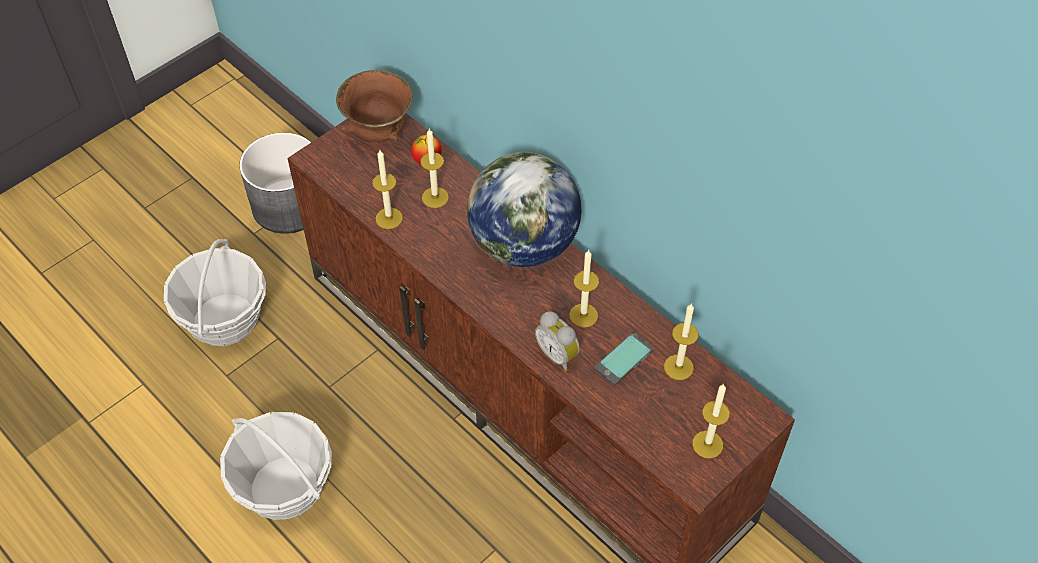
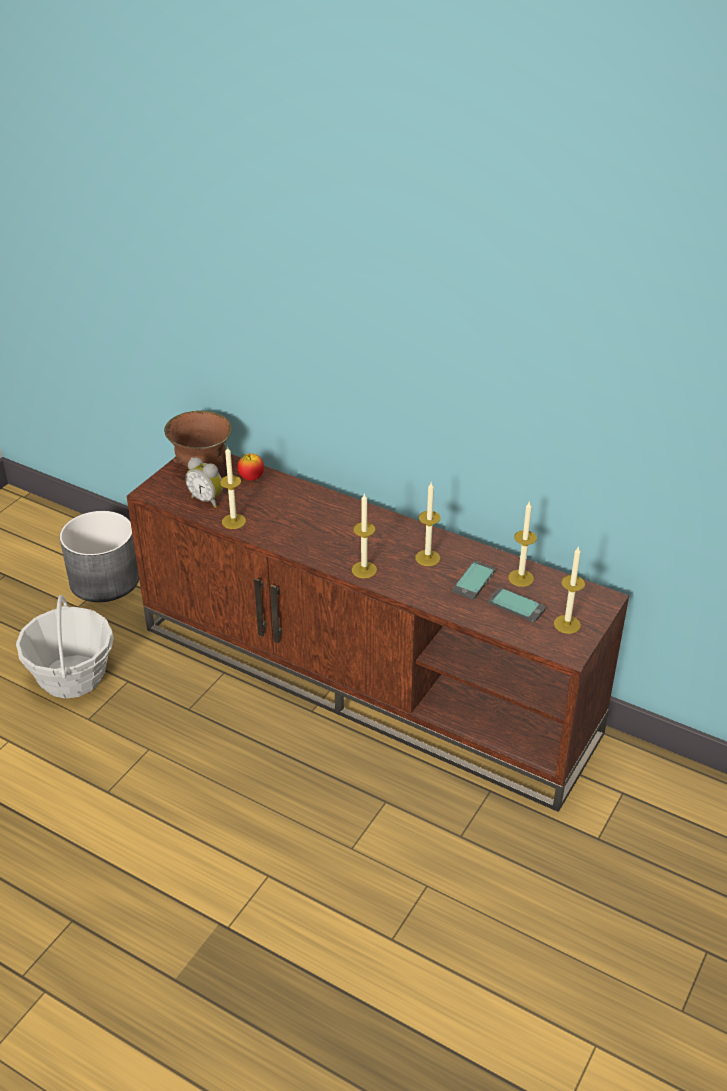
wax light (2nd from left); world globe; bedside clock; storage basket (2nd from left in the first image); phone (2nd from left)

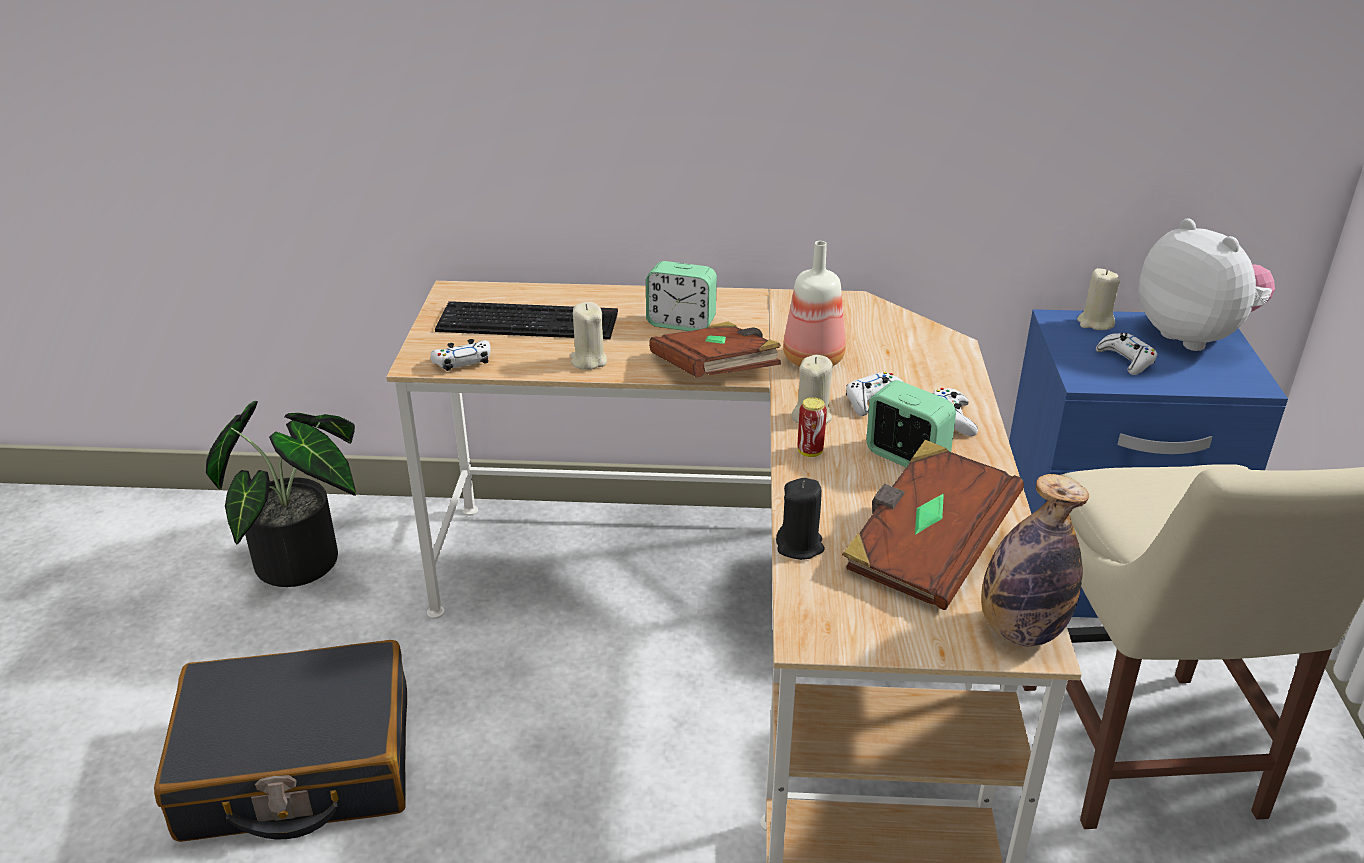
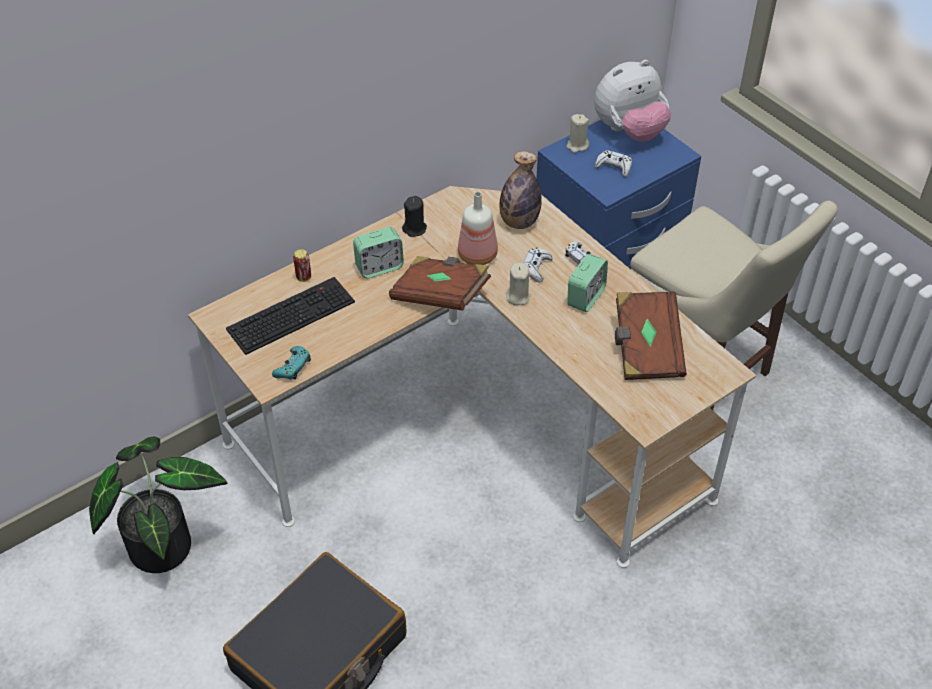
plush toy; wax light (beige) (1st from left in the first image); joypad (blue-green); bedside clock (2nd from left); metal can; bottle (2nd from left); wax light (black-coloured)

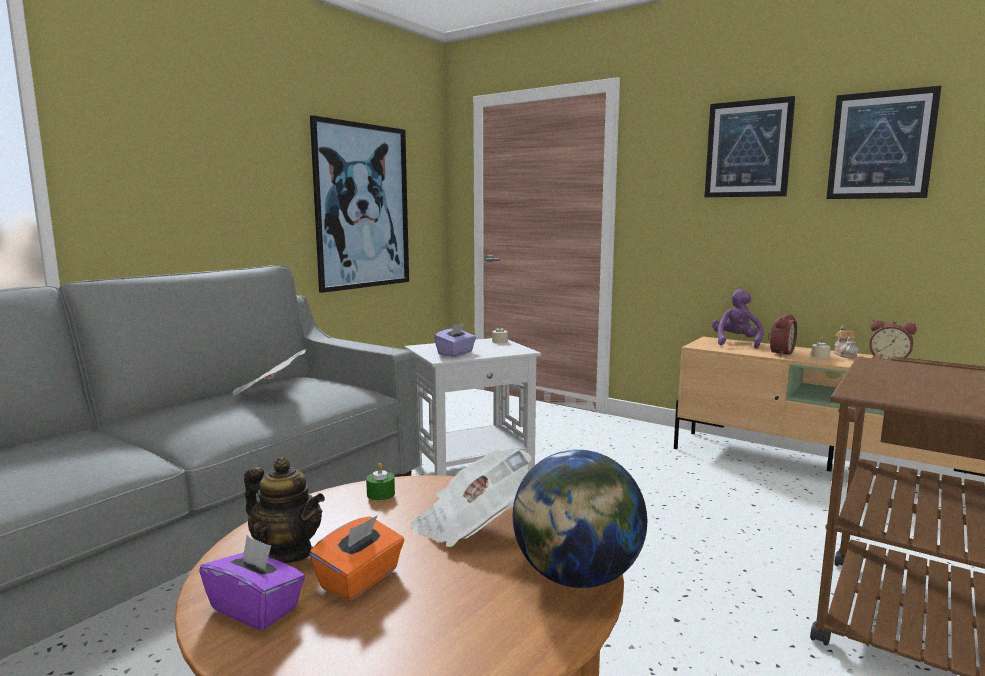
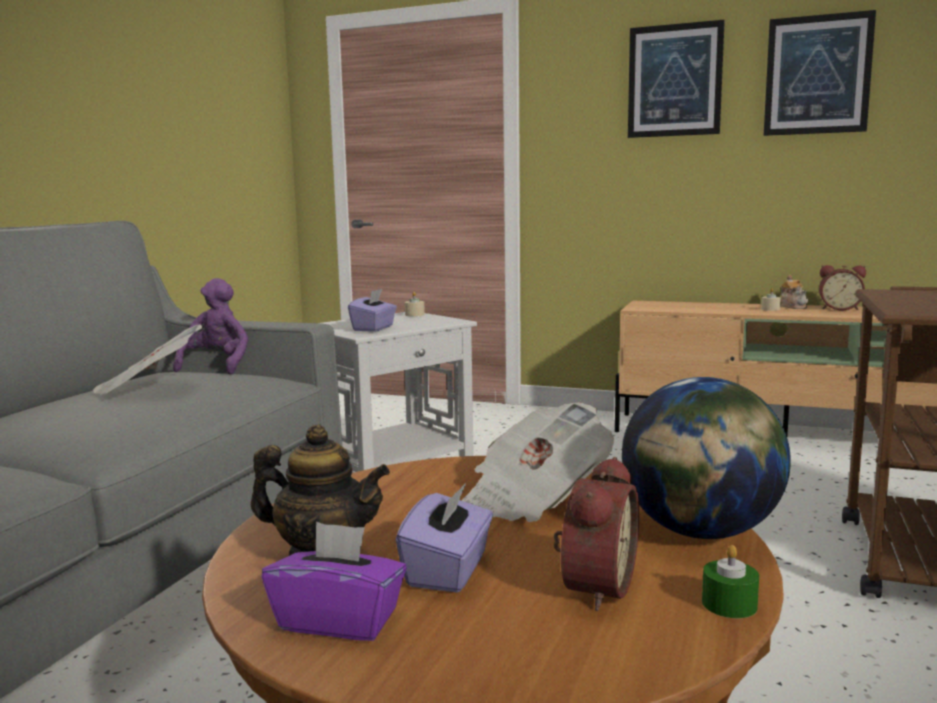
picture (1st from left in the first image); plush toy (purple-coloured); bedside clock (1st from left); wax light (green); box of tissues (purple-coloured) (3rd from left)

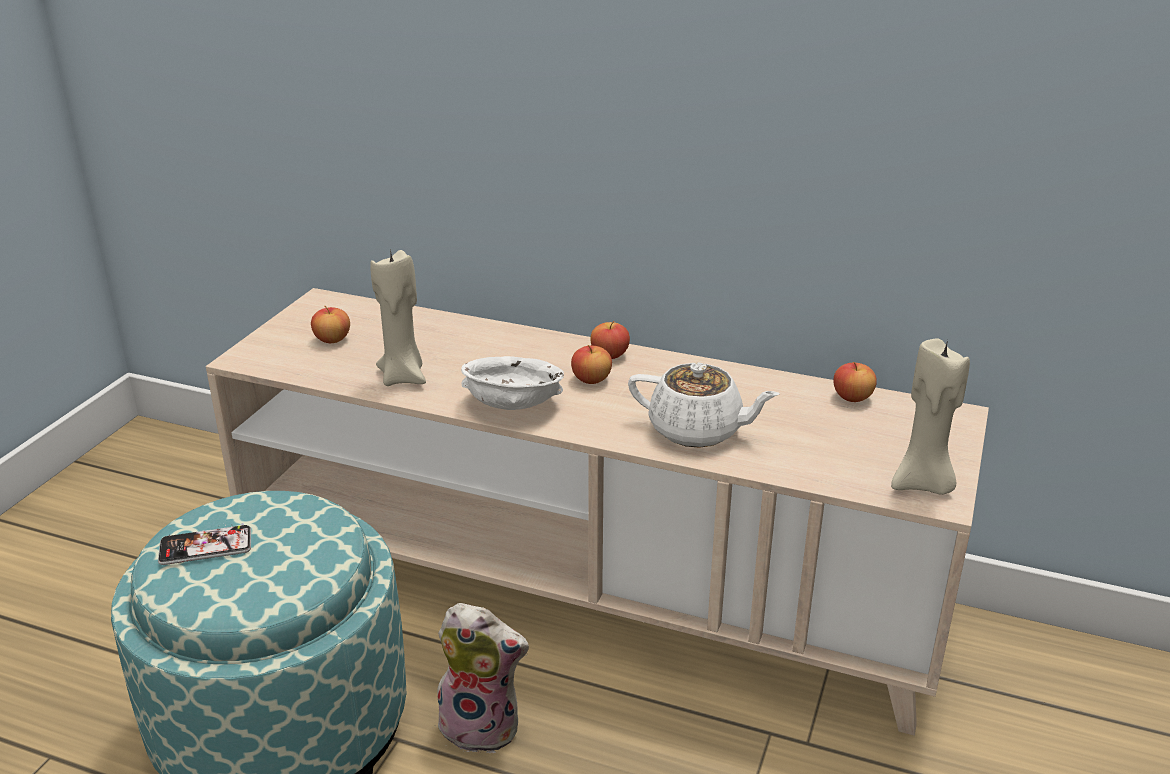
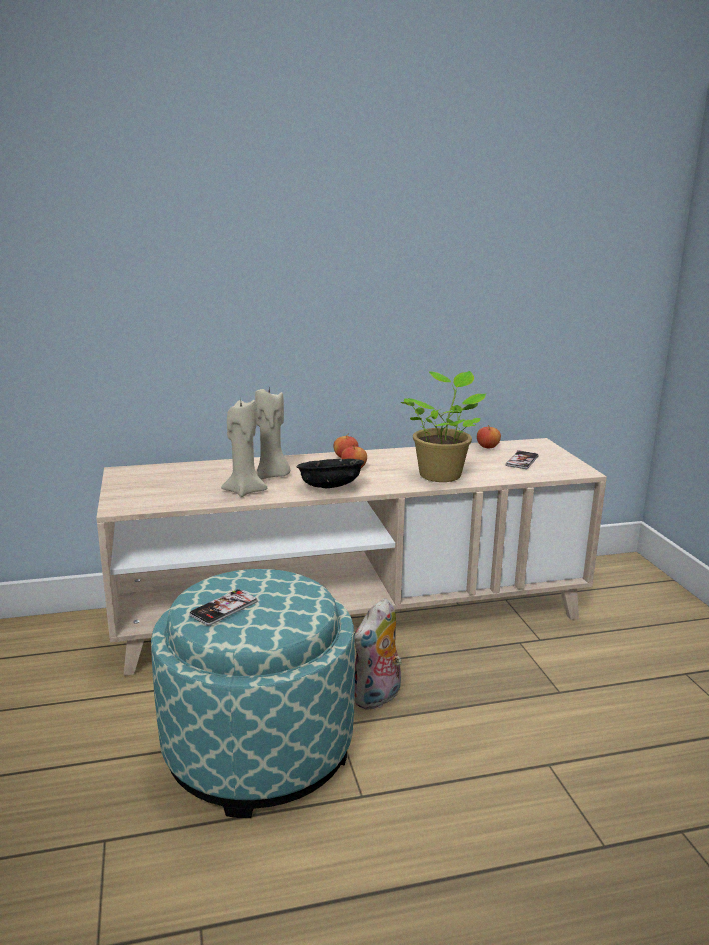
whole apple (1st from left in the first image); wax light (beige) (2nd from left); deep dish (black-coloured); plant in a pot; plush toy; phone (2nd from left)

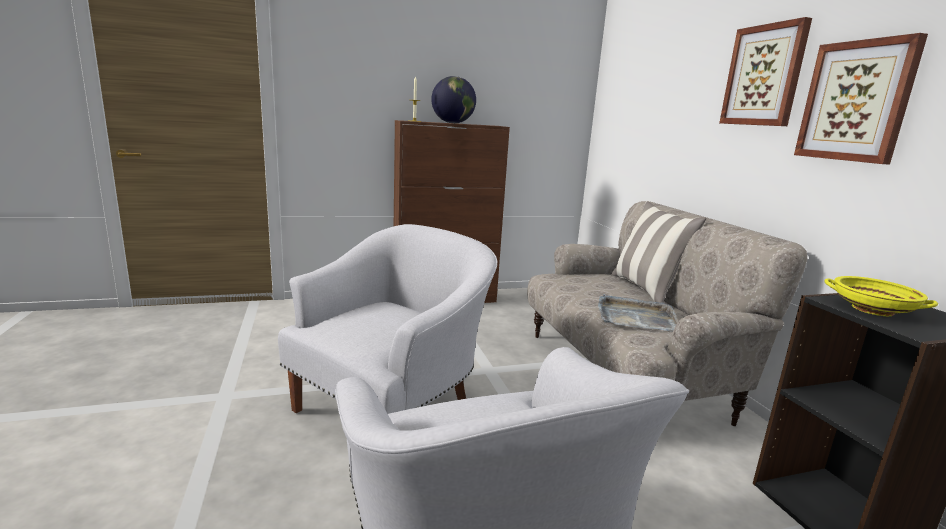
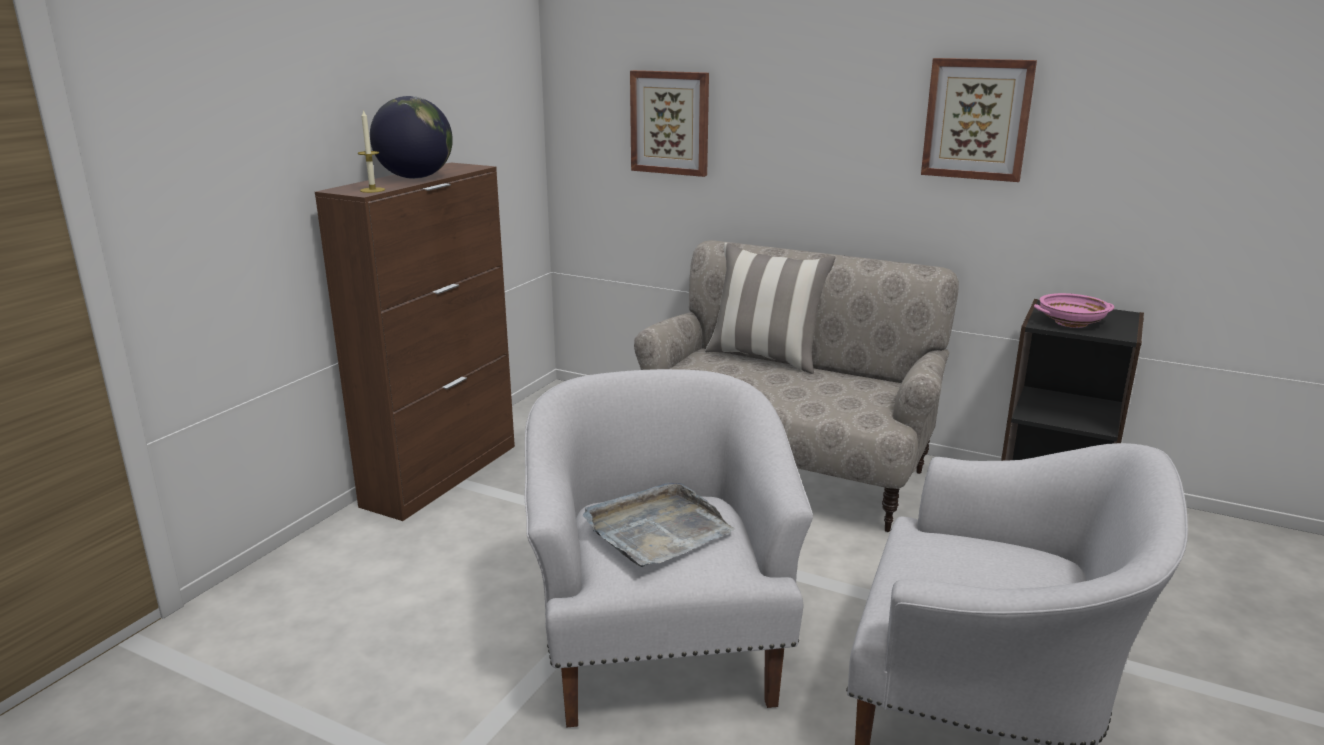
picture (1st from left); deep dish (pink); serving tray (grey)

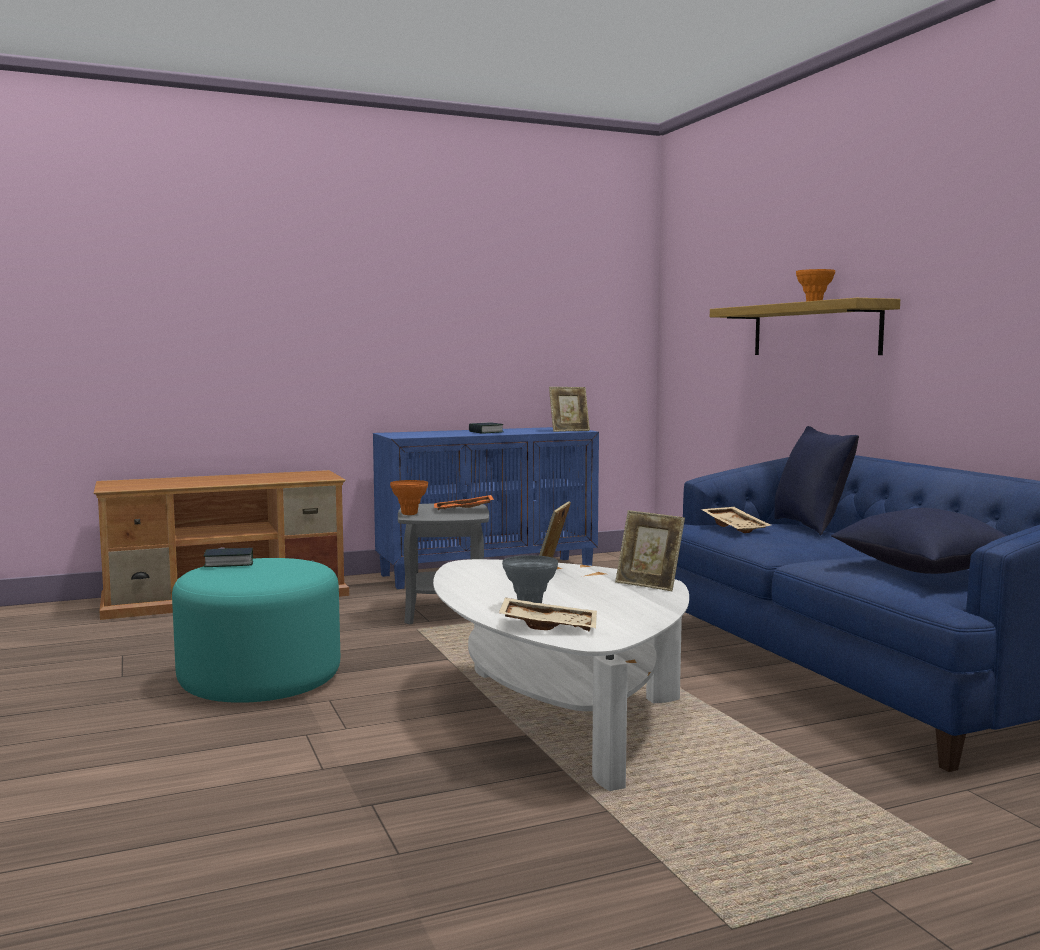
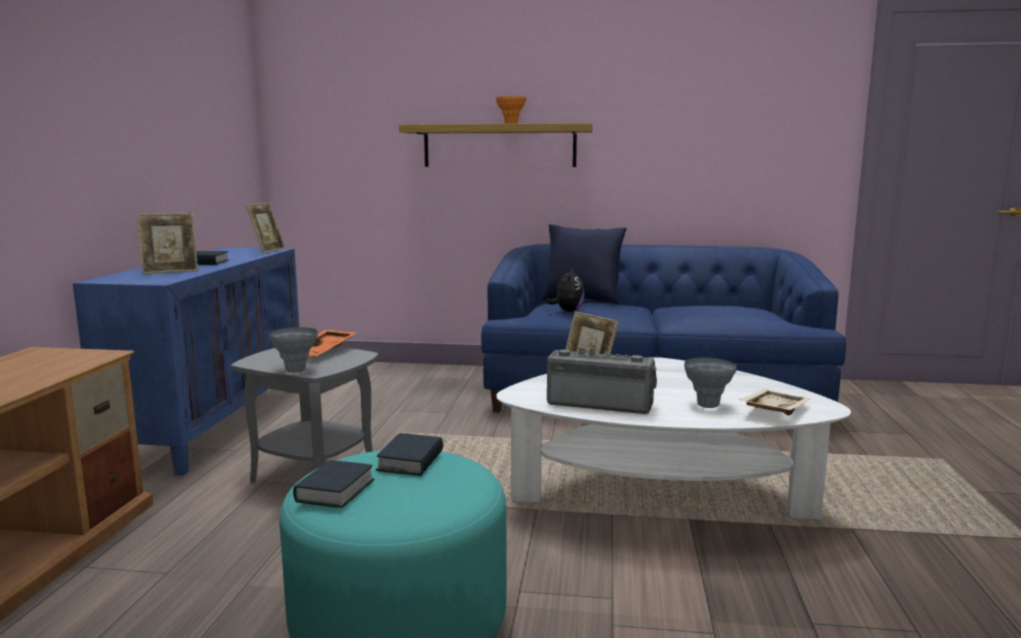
flower vase (grey) (1st from left); plush toy; throw pillow (bluish) (2nd from left in the first image); picture frame (1st from left); radio receiver; volume (3rd from left)

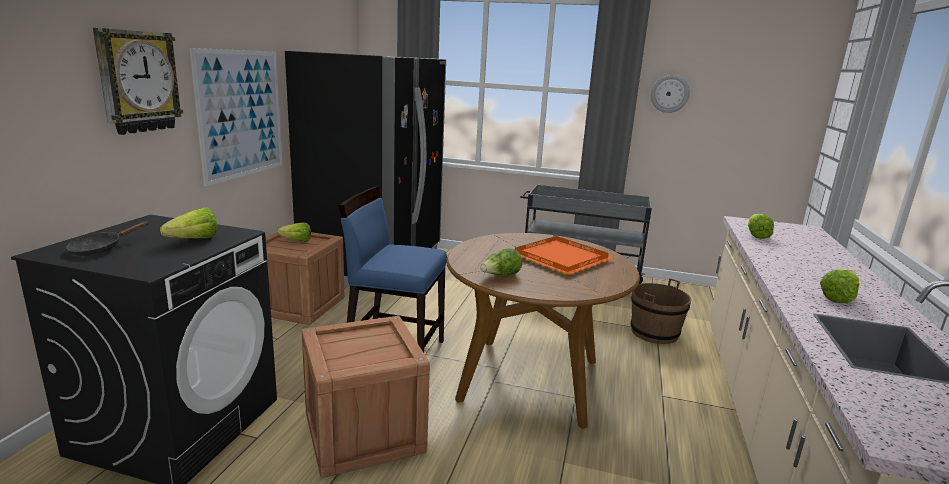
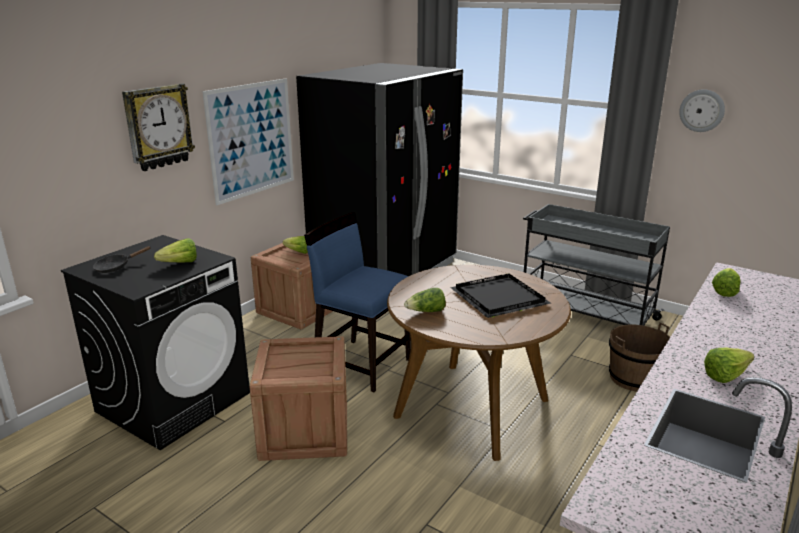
serving tray (black-coloured)

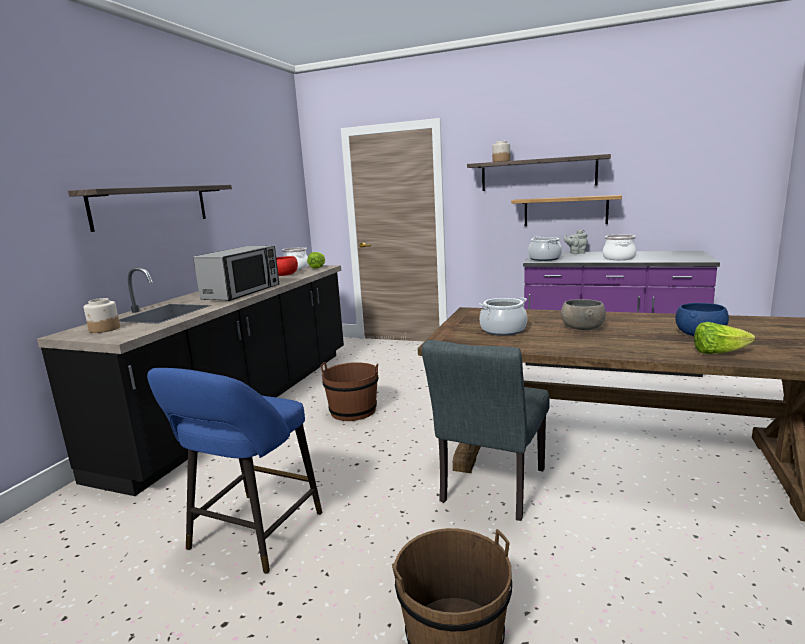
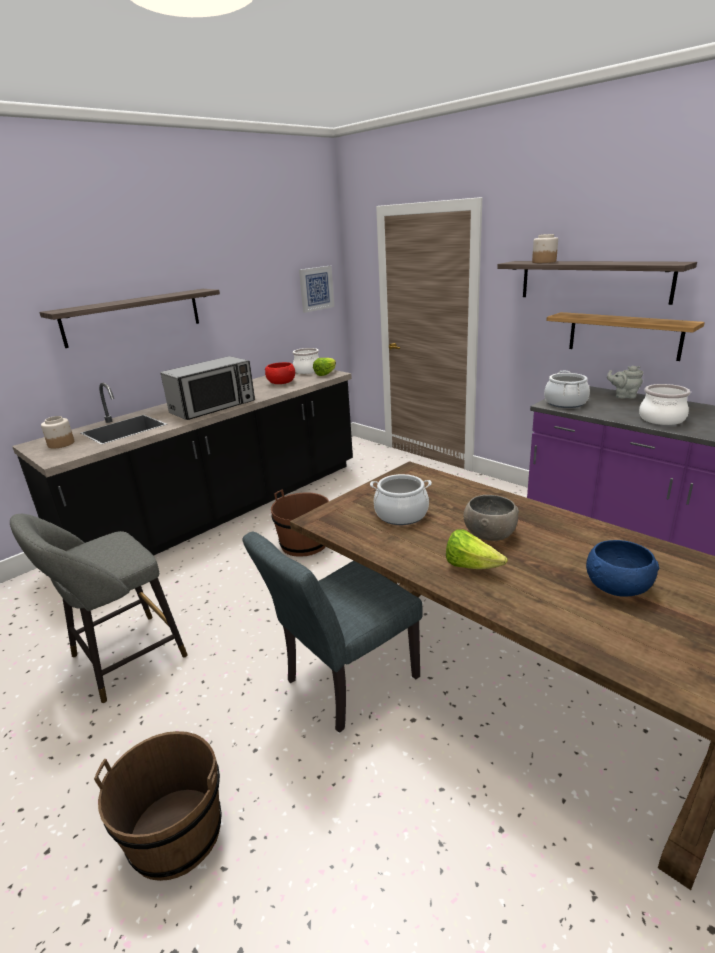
lettuce (2nd from left); stool seat (grey); picture

